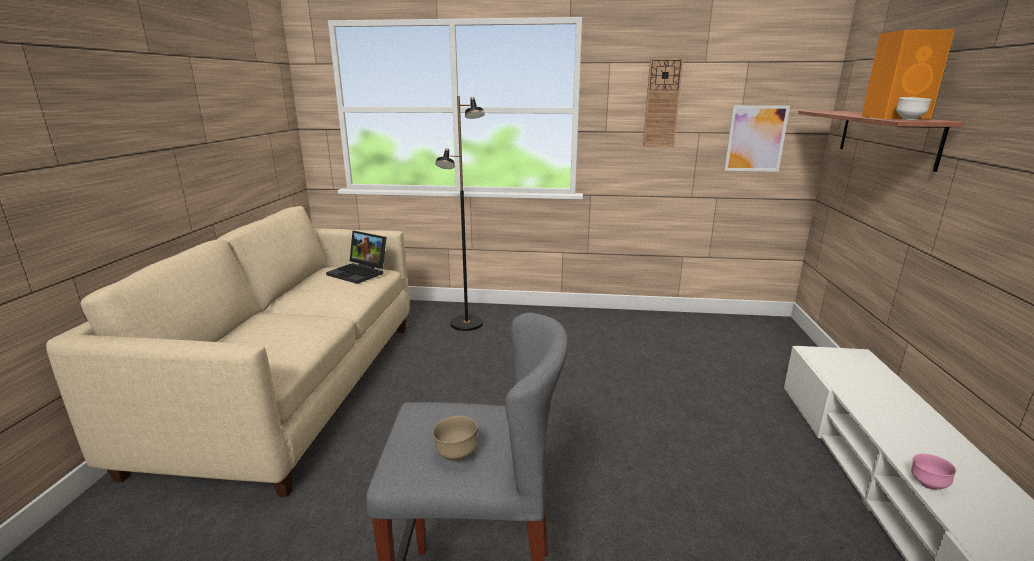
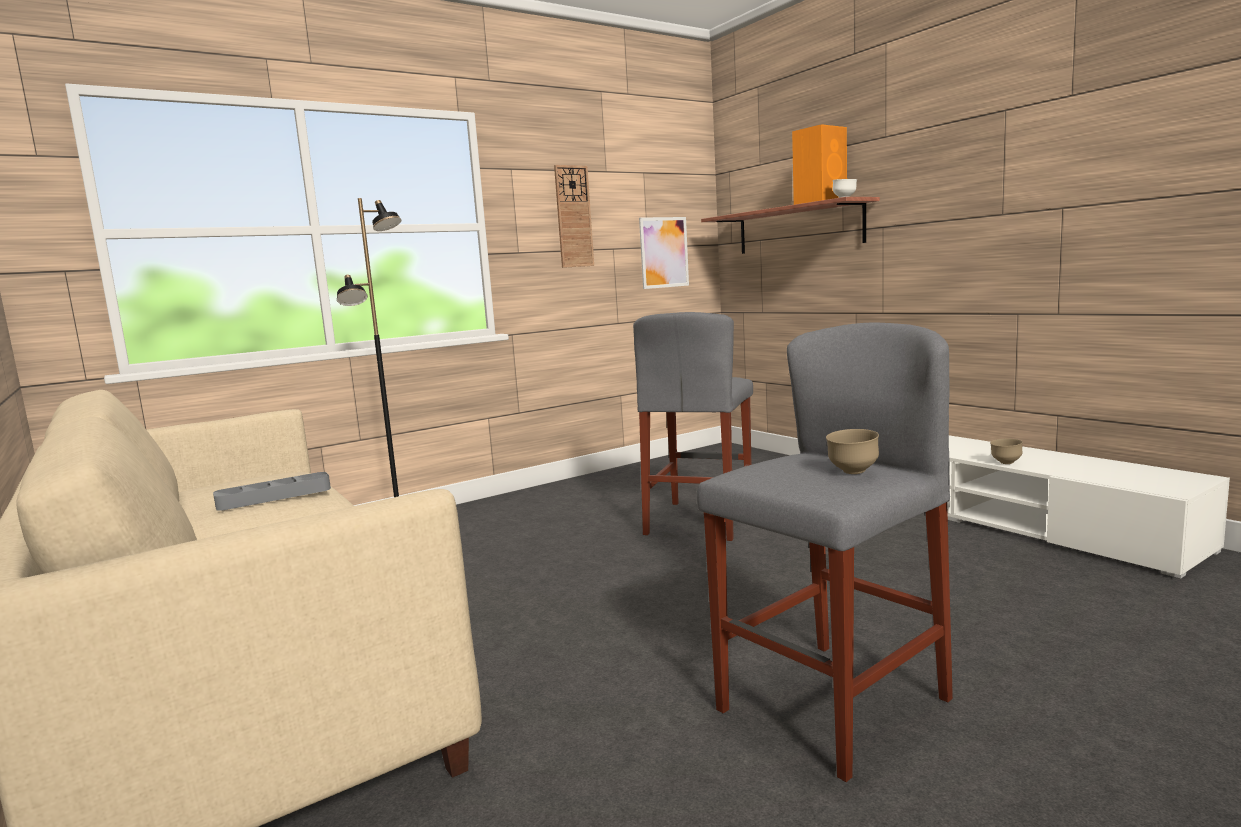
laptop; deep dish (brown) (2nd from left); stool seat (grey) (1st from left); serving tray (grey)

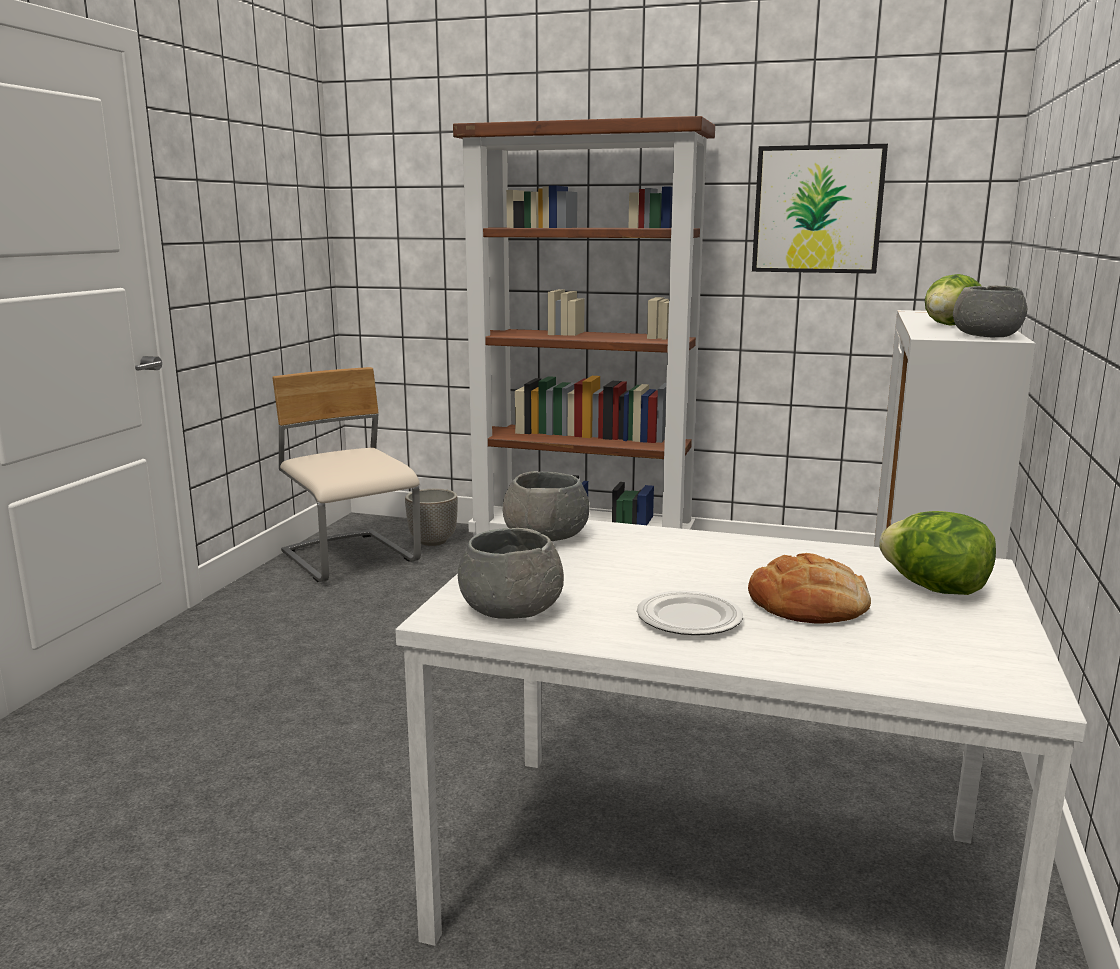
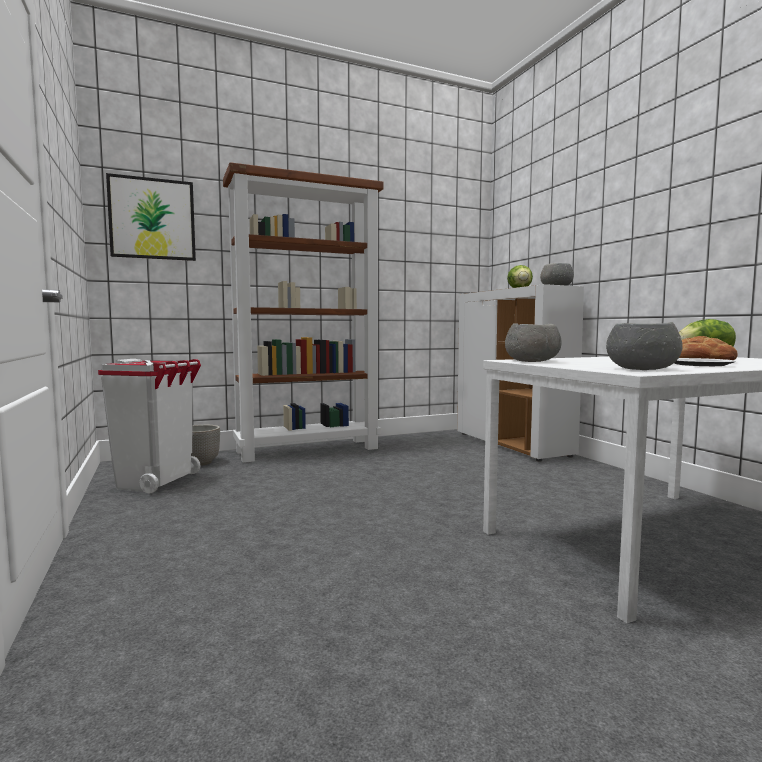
picture; rubbish bin (whitish)

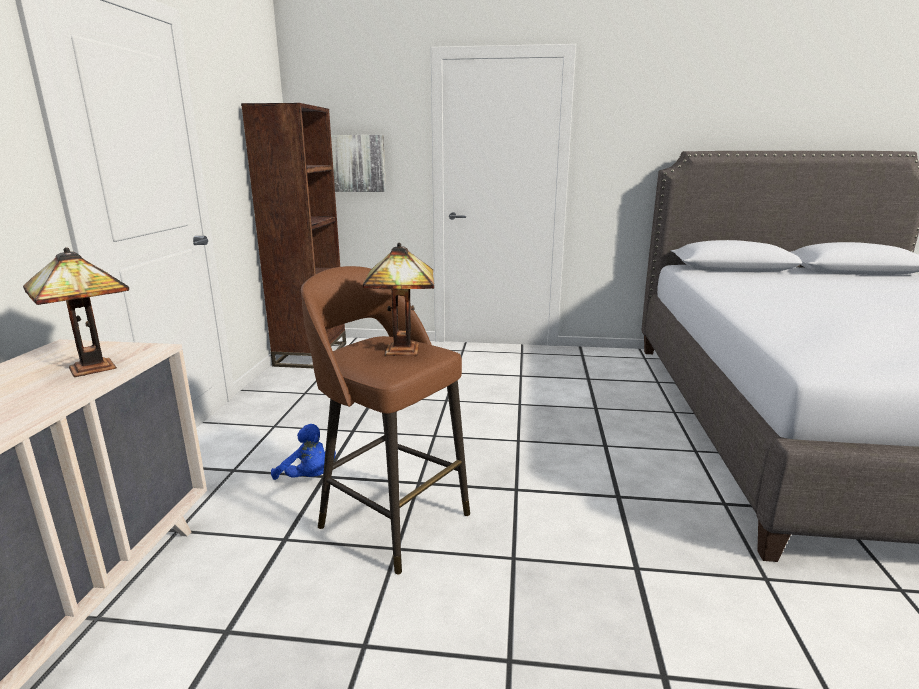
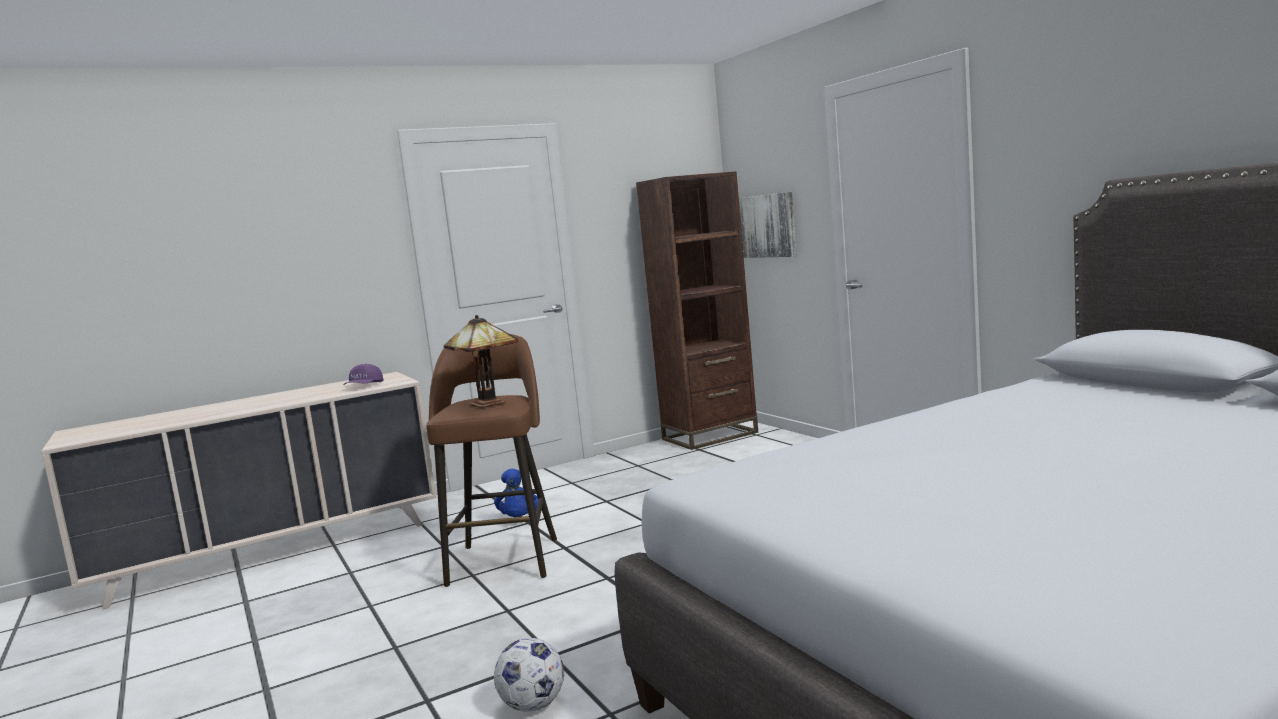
baseball cap (purple-coloured); football ball

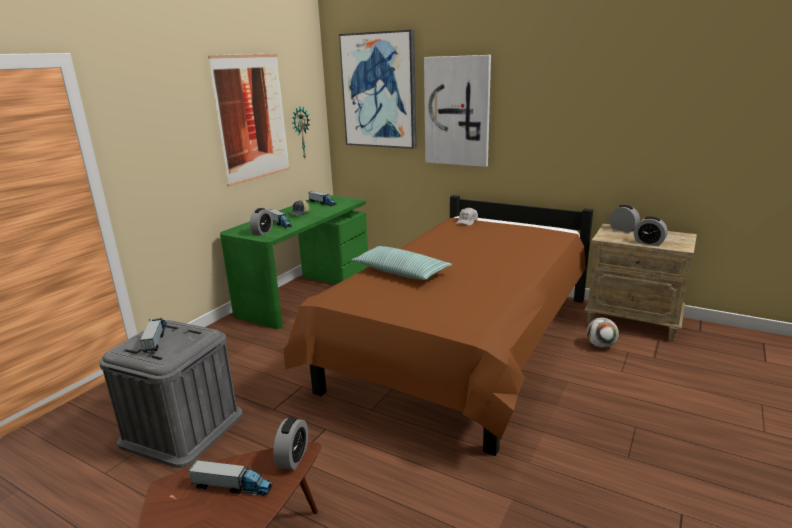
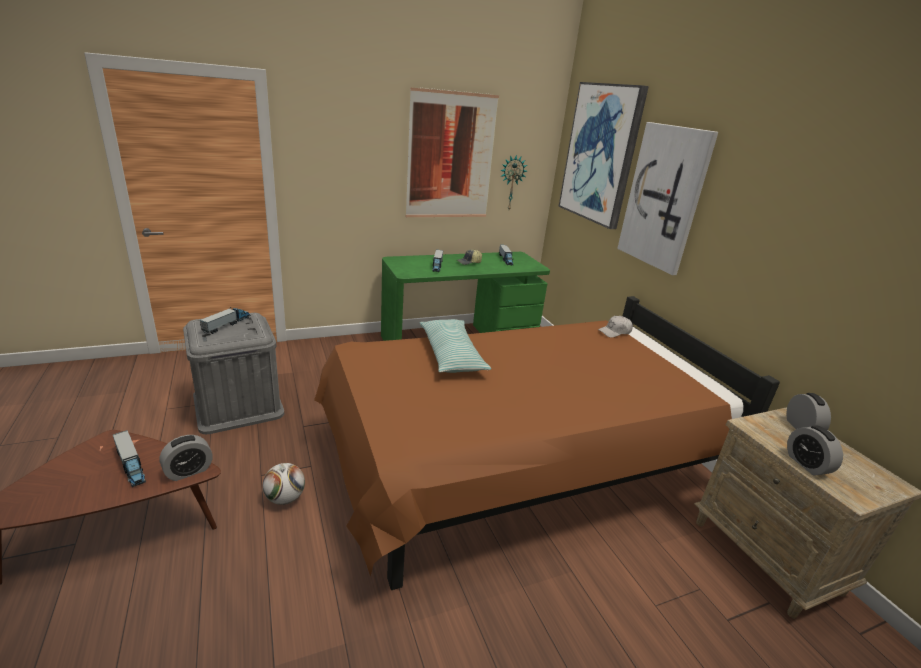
bedside clock (1st from left in the first image); football ball

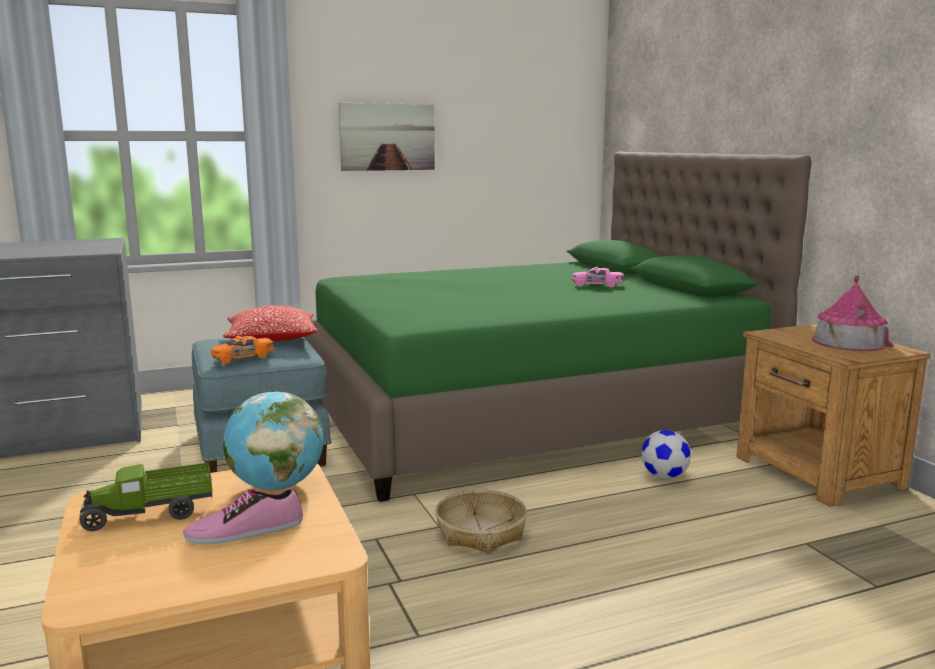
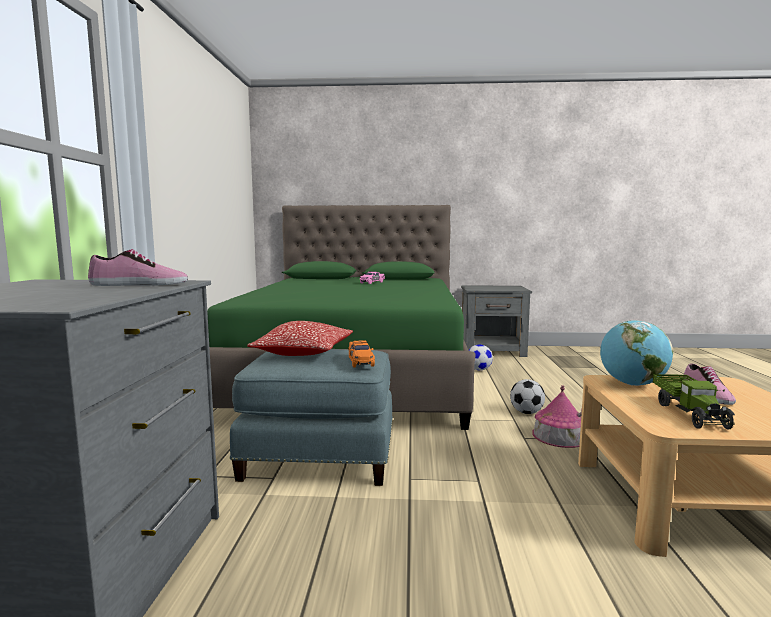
picture; toy house; night table (grey); football ball (2nd from left); shoe (1st from left)

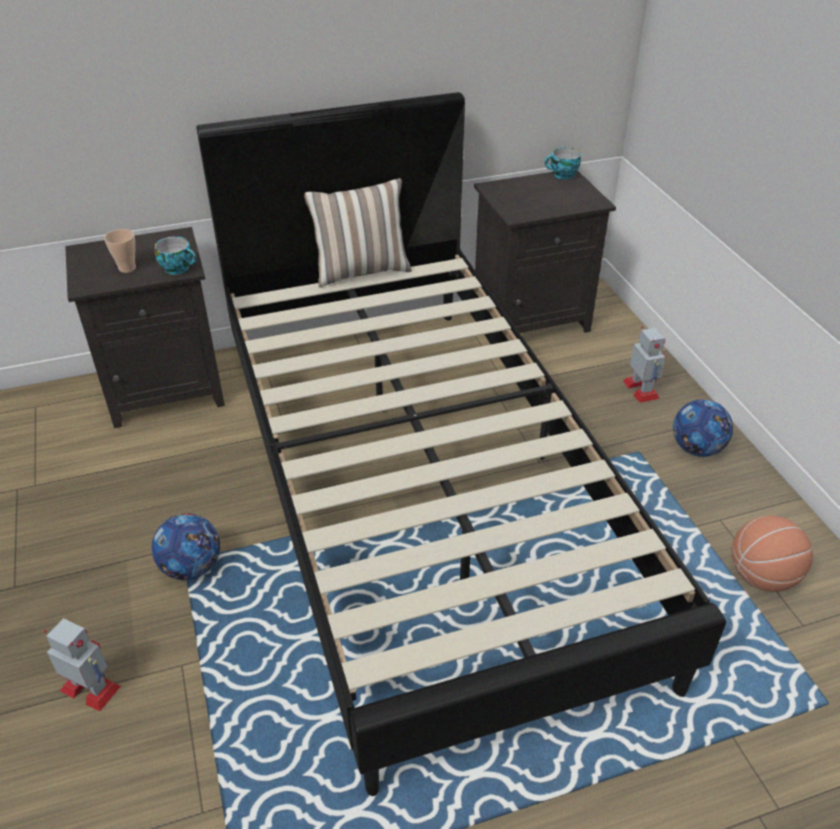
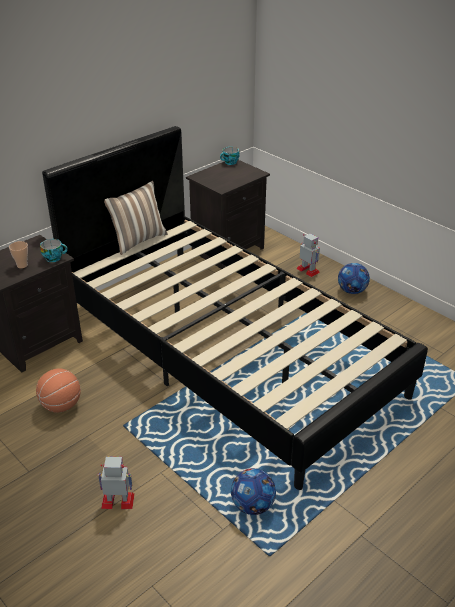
football ball (1st from left); basketball ball

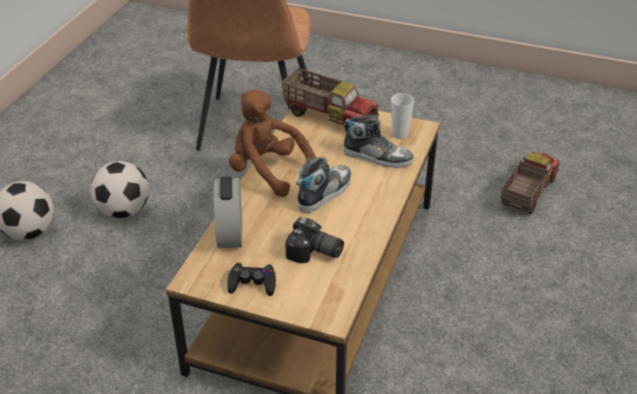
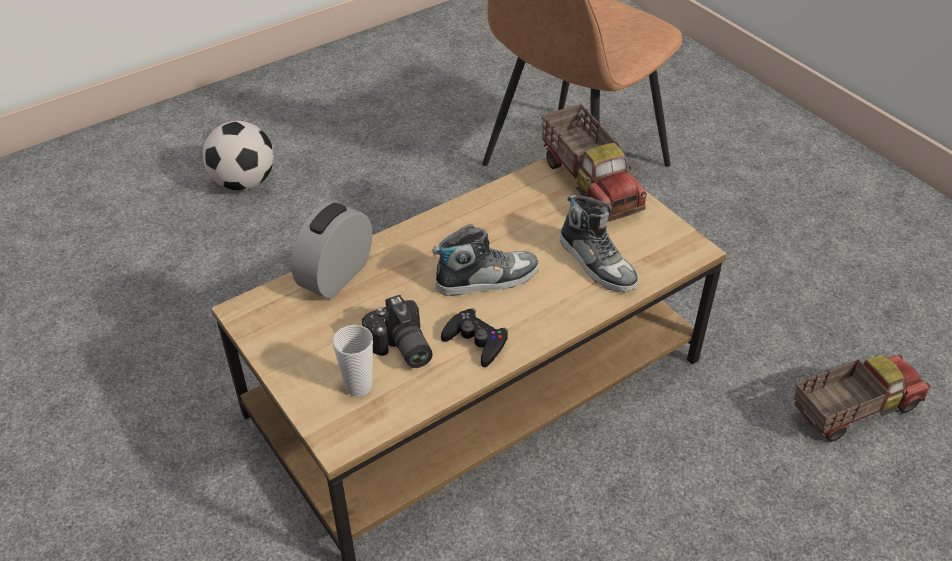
plush toy (brown); cup; football ball (2nd from left in the first image); joypad (black-coloured)

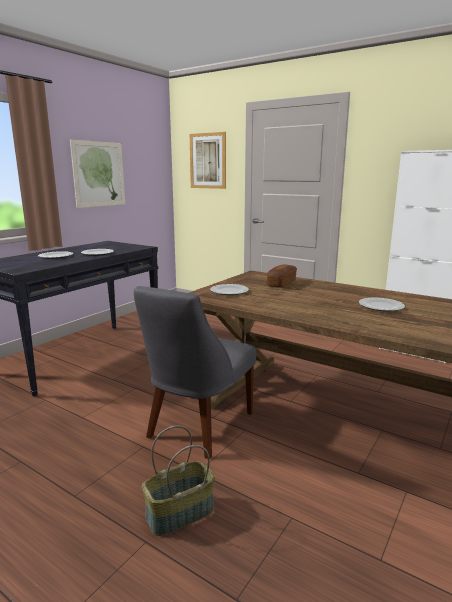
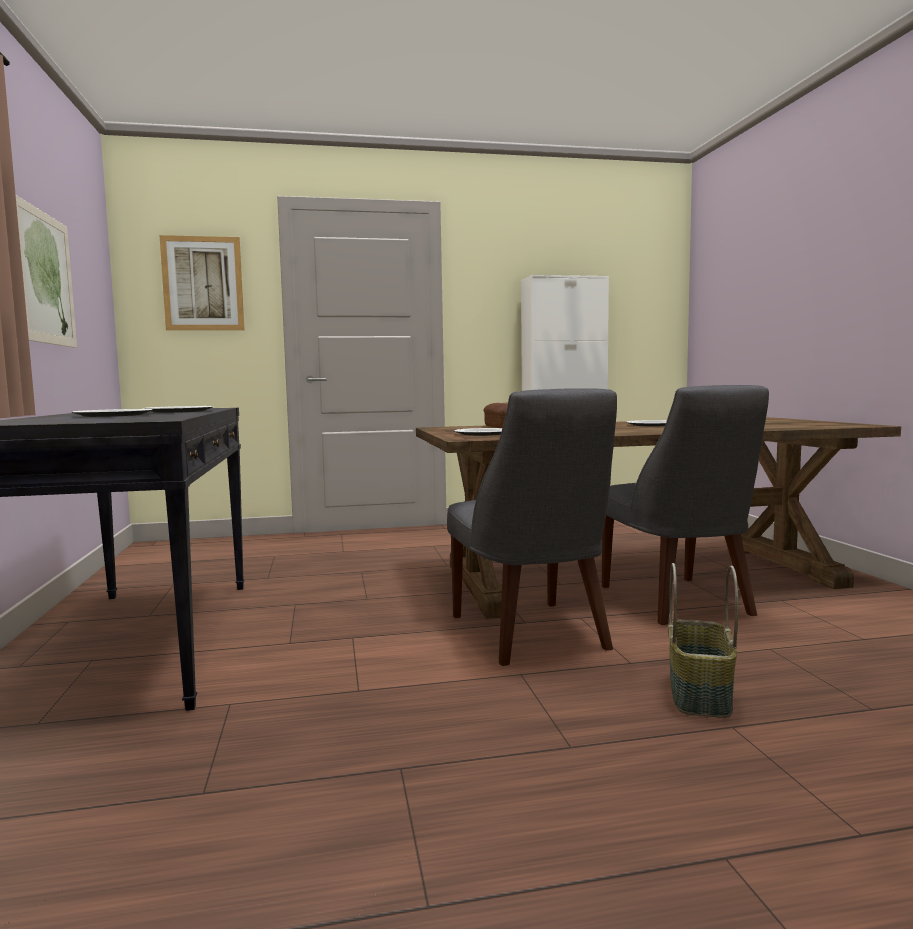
plain chair (grey) (2nd from left)

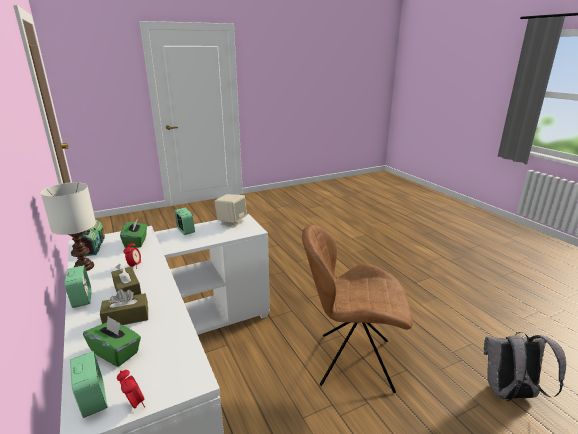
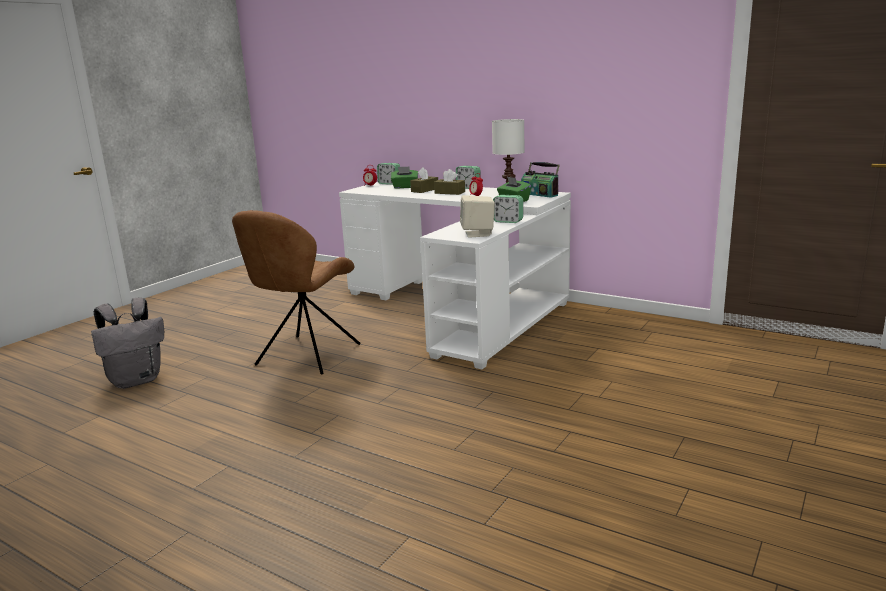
plain chair (brown)

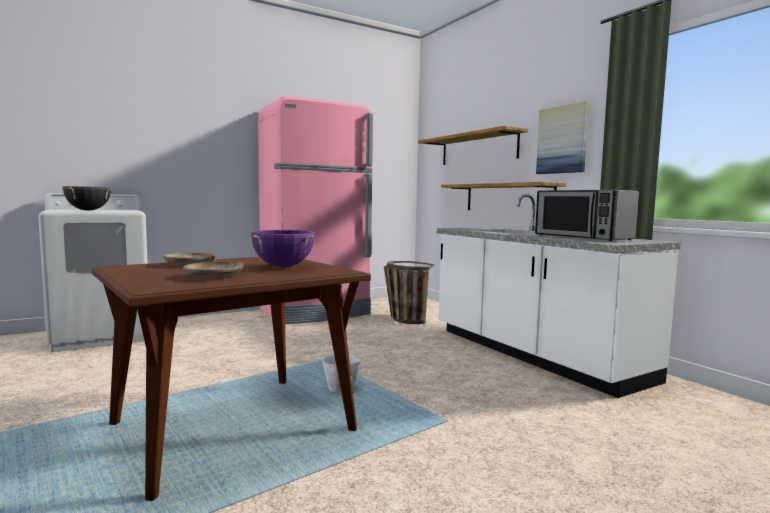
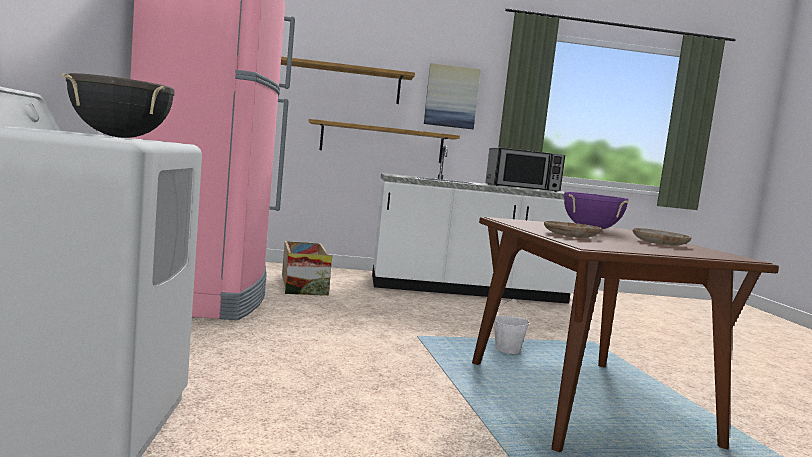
crate

